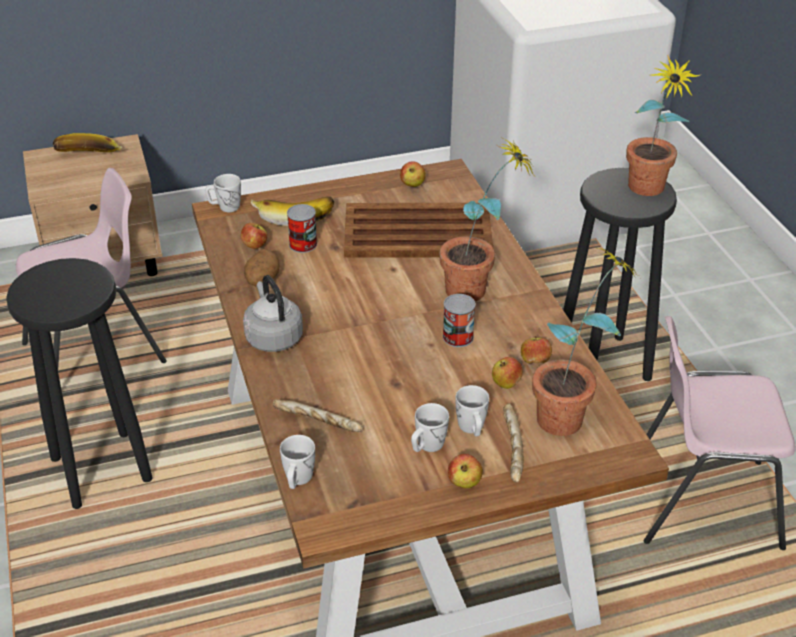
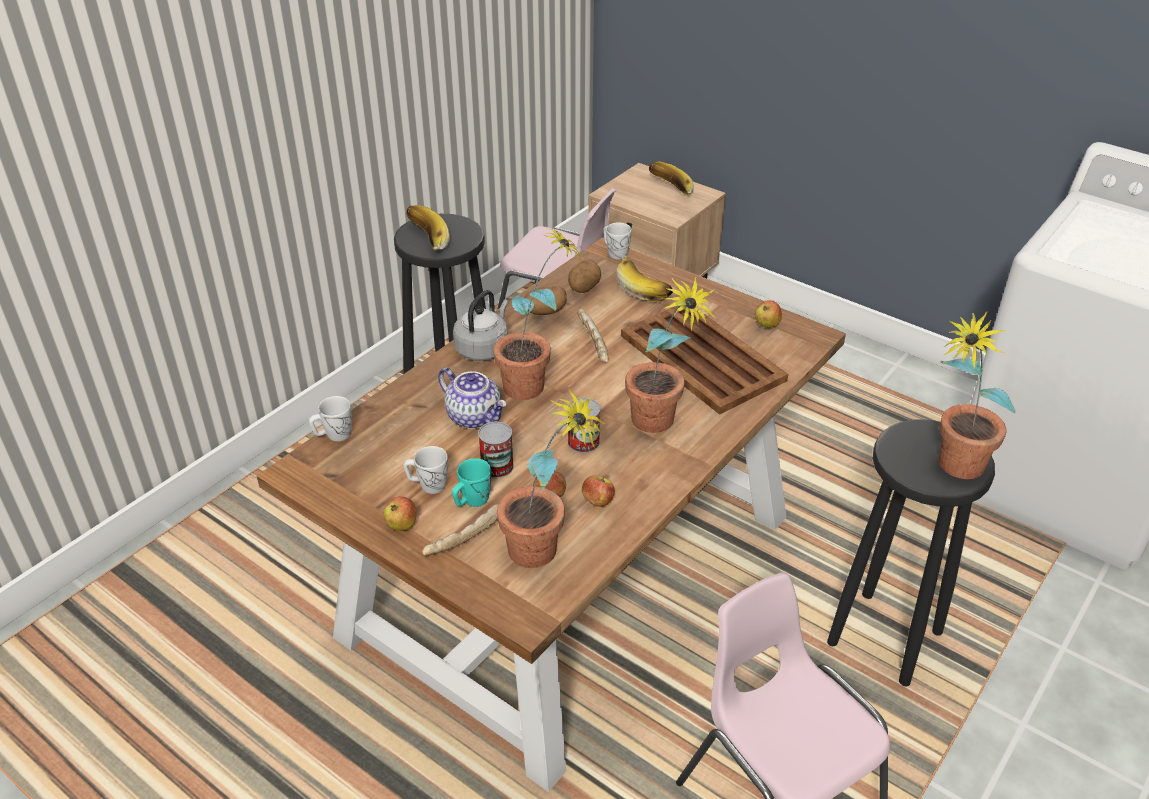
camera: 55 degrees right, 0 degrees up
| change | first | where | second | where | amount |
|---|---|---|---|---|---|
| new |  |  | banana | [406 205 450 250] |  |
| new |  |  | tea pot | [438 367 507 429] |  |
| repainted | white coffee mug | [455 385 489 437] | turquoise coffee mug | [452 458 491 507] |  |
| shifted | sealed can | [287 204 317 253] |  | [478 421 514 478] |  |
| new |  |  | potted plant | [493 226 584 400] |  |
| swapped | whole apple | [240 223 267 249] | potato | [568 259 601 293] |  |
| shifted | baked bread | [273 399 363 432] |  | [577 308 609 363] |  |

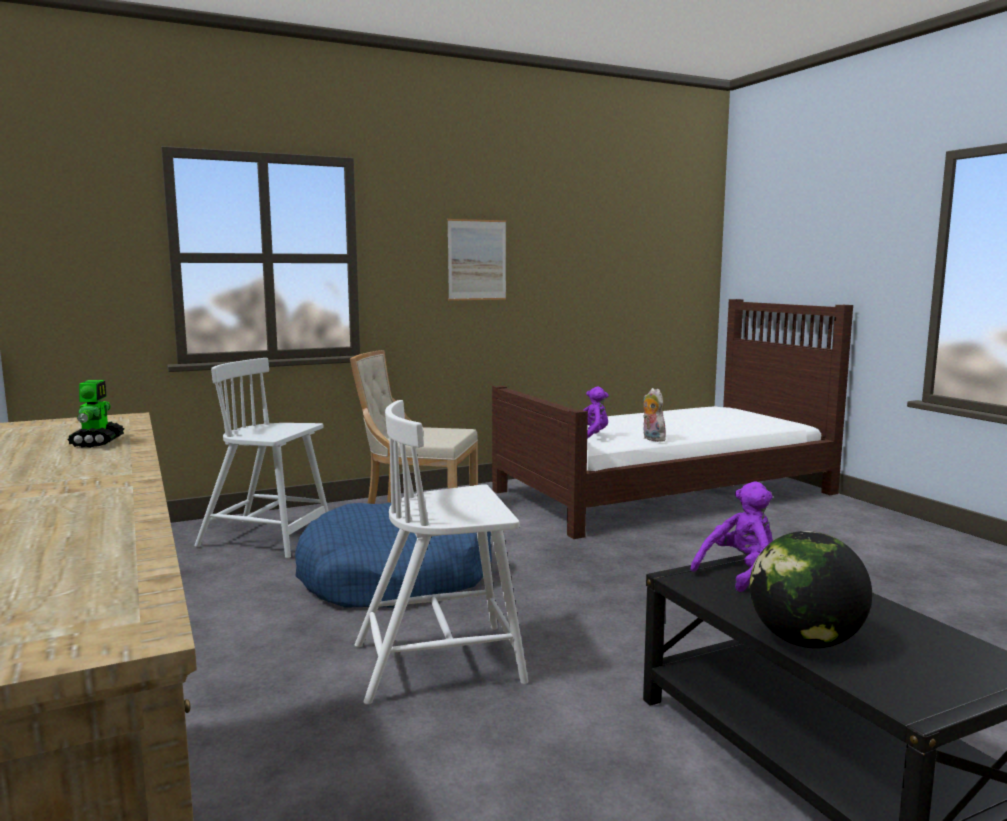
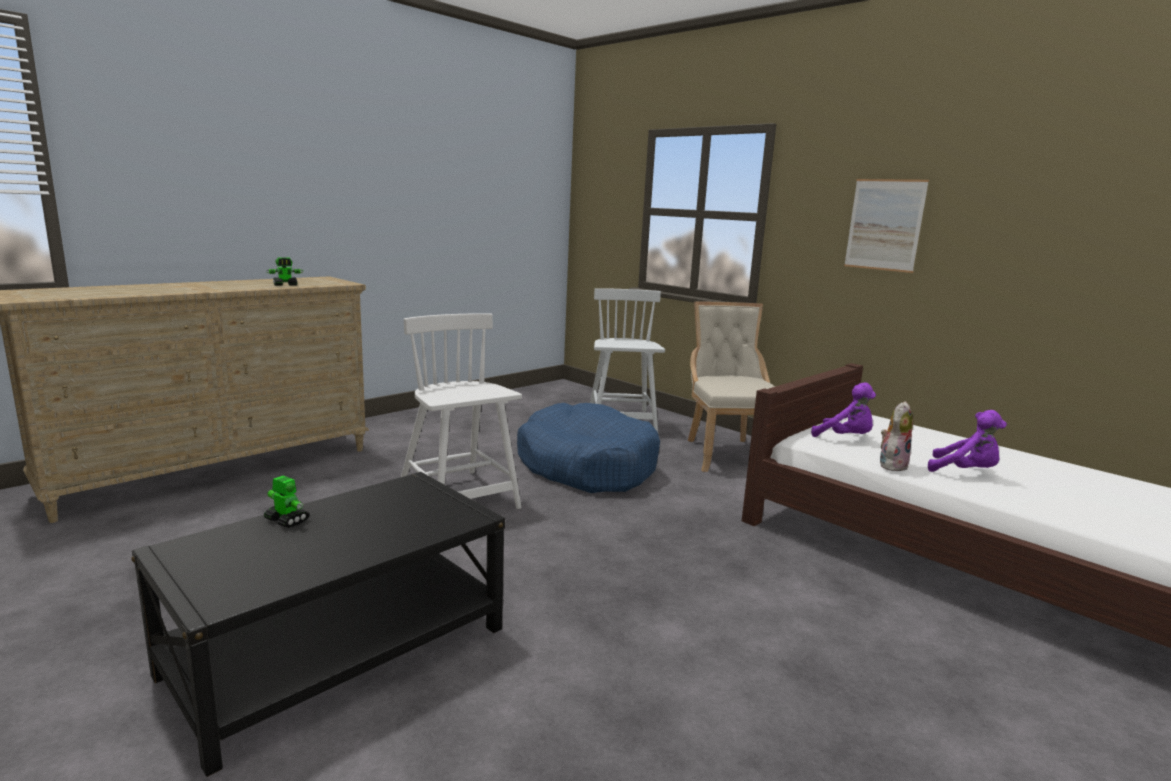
camera: 70 degrees right, 5 degrees up
| change | first | where | second | where | amount |
|---|---|---|---|---|---|
| swapped | globe | [750 531 872 648] | robot figure | [263 476 310 528] |  |
| shifted | purple cuddly toy | [690 481 773 592] |  | [928 410 1007 472] |  |

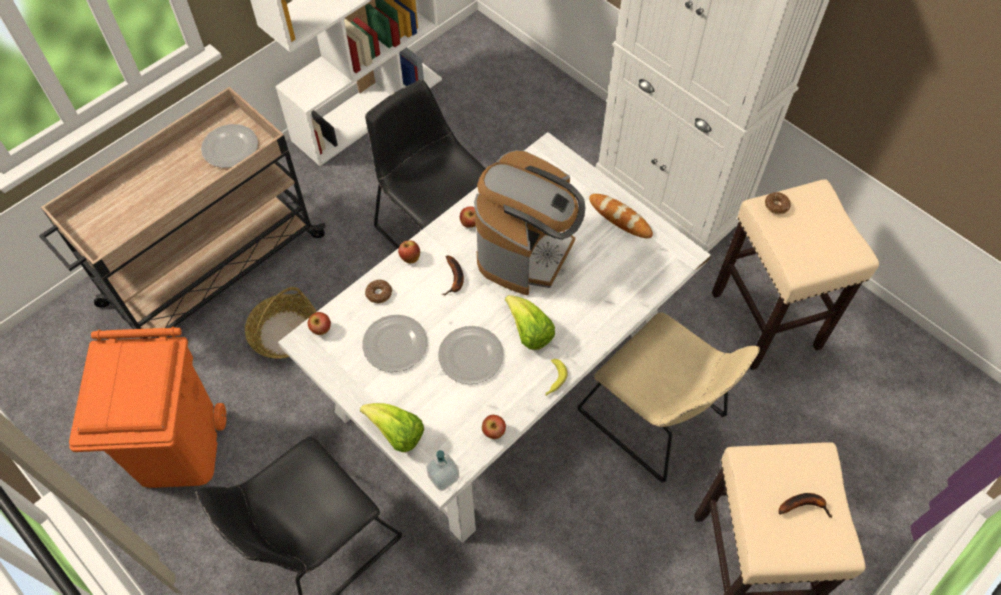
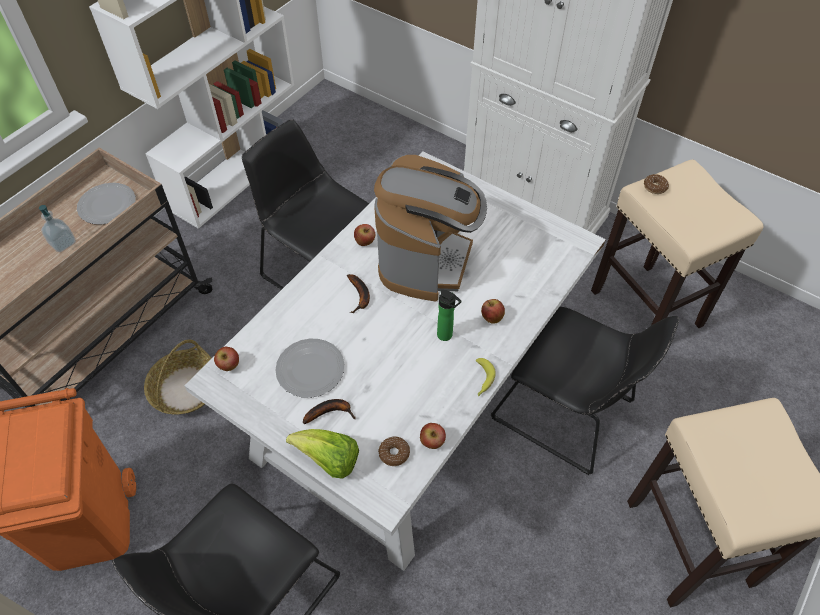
camera: 10 degrees left, 5 degrees down
| change | first | where | second | where | amount |
|---|---|---|---|---|---|
| shifted | soap dispenser | [426 450 459 491] |  | [39 205 76 252] |  |
| shifted | banana | [779 493 833 518] |  | [303 399 356 424] |  |
| shifted | ring doughnut | [365 280 392 304] |  | [378 437 410 466] |  |
| swapped | lettuce | [505 295 555 350] | bottle | [437 290 462 341] |  |
| shifted | whole apple | [398 241 420 263] |  | [481 299 505 324] |  |
| repainted | beige-coloured upright chair | [577 312 760 483] | black-coloured upright chair | [491 307 679 475] |  |
| gone | dinner plate | [438 326 504 384] |  |  |  |
| gone | baked bread | [589 194 653 238] |  |  |  |

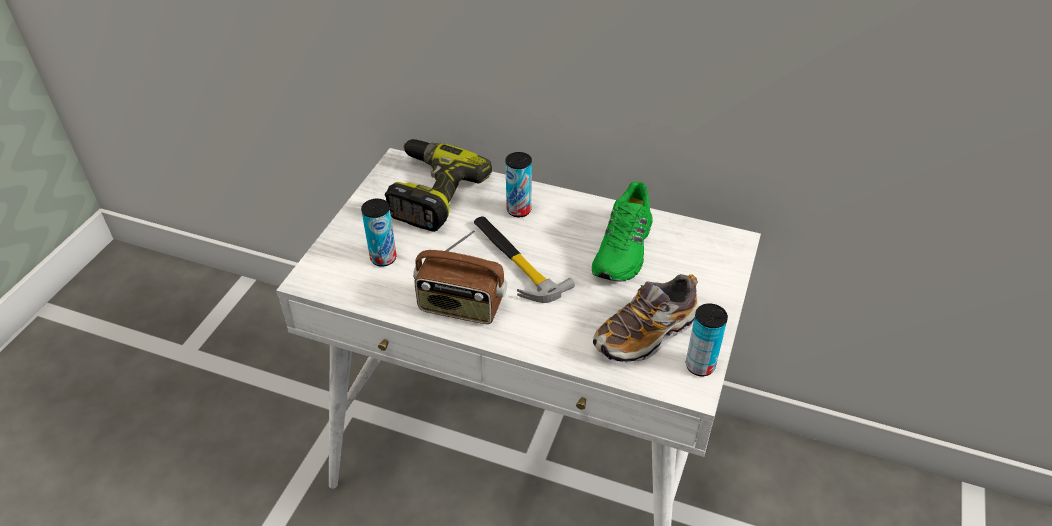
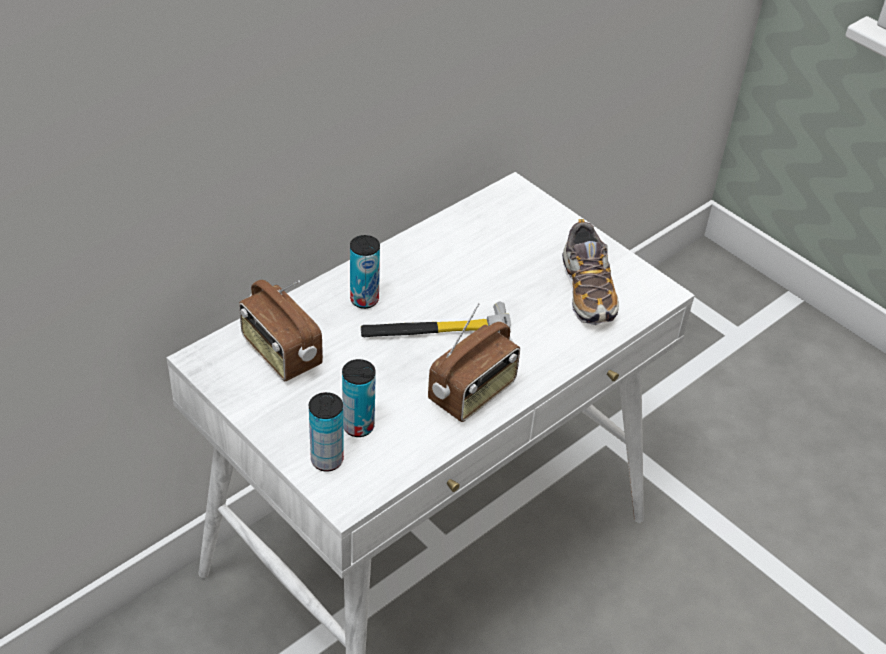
camera: 65 degrees left, 0 degrees up
| change | first | where | second | where | amount |
|---|---|---|---|---|---|
| swapped | electric drill | [385 139 492 232] | radio receiver | [239 280 323 381] |  |
| shifted | sealed can | [686 303 728 376] |  | [309 392 344 472] |  |
| gone | green-coloured low shoe | [592 182 653 282] |  |  |  |

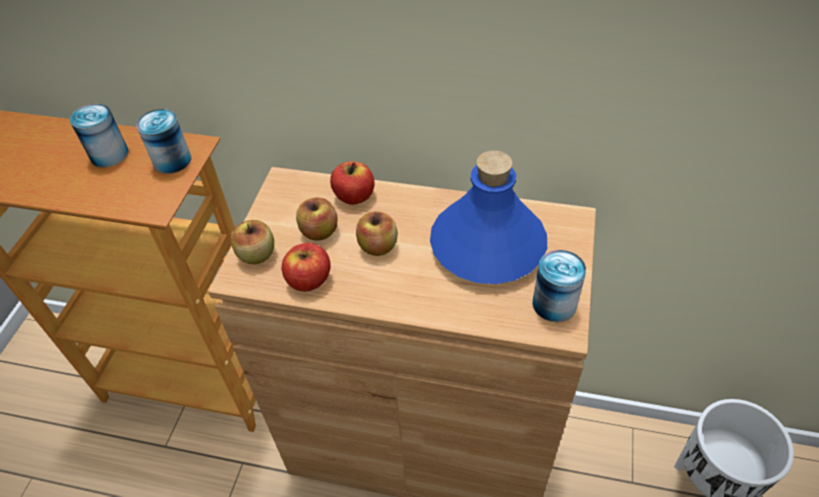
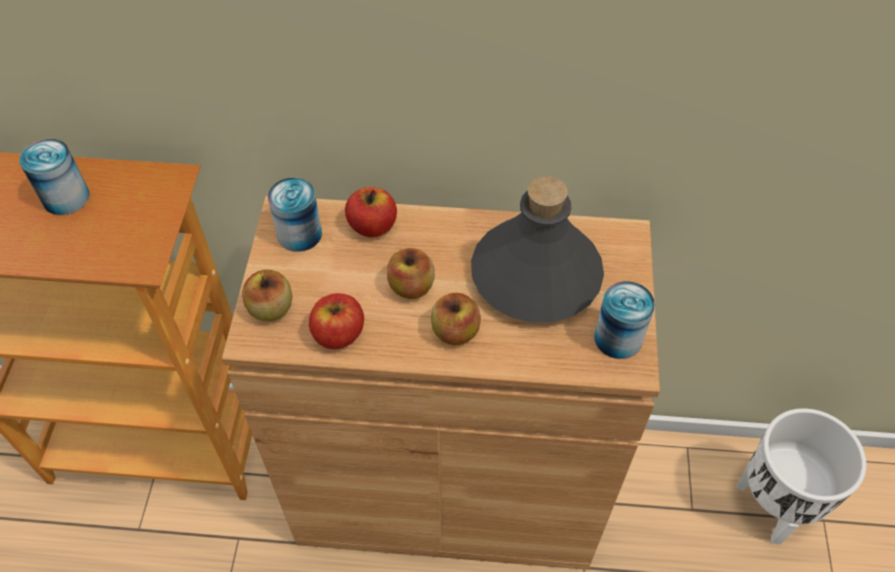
camera: 10 degrees left, 5 degrees up
| change | first | where | second | where | amount |
|---|---|---|---|---|---|
| shifted | sealed can | [136 109 191 174] |  | [268 178 322 252] |  |
| shifted | whole apple | [296 197 338 241] |  | [431 292 481 345] |  |
| repainted | bluish bottle | [430 150 547 284] | grey bottle | [471 176 604 323] |  |

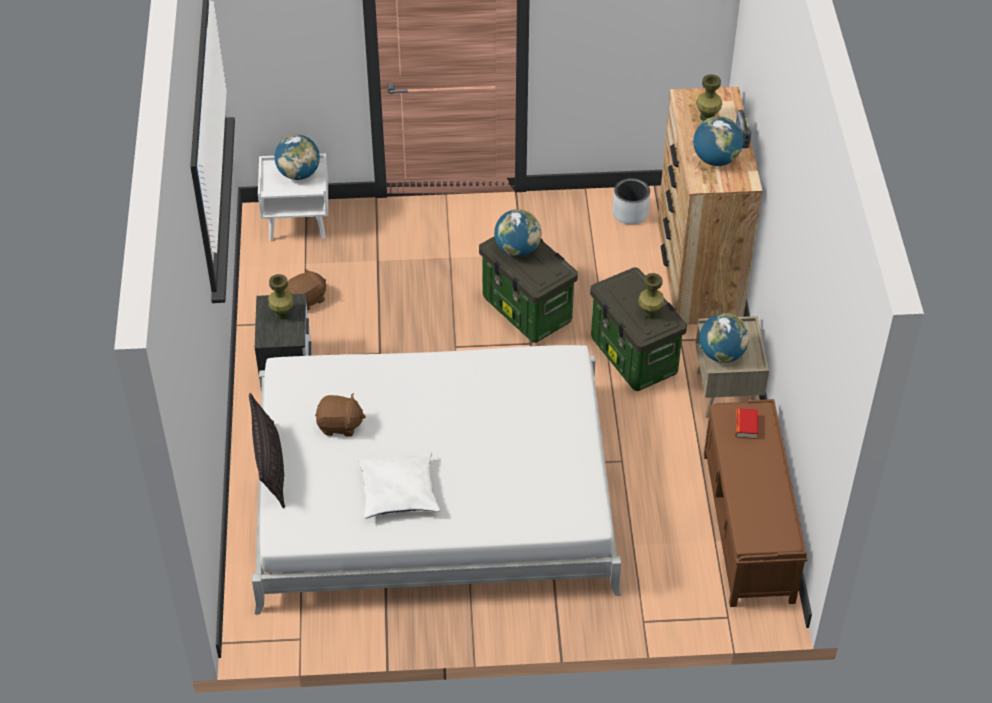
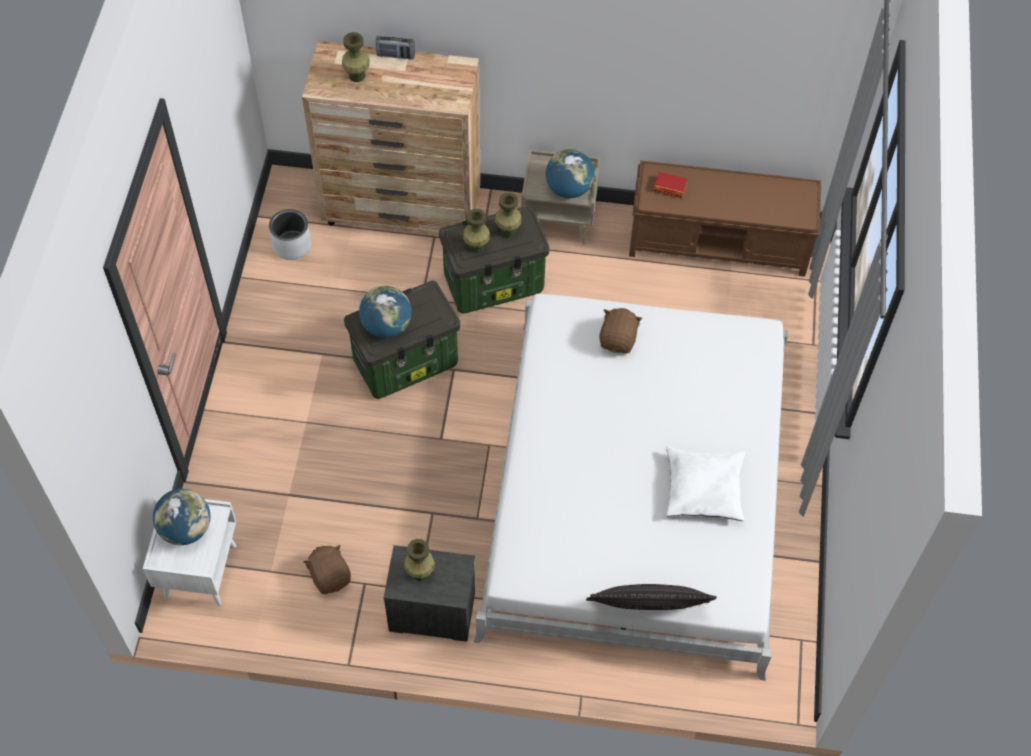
camera: 80 degrees left, 10 degrees up
| change | first | where | second | where | amount |
|---|---|---|---|---|---|
| new |  |  | green-coloured vase | [463 209 490 253] |  |
| shifted | brownish cuddly toy | [315 393 366 436] |  | [599 308 642 353] |  |
| gone | globe | [693 116 743 166] |  |  |  |

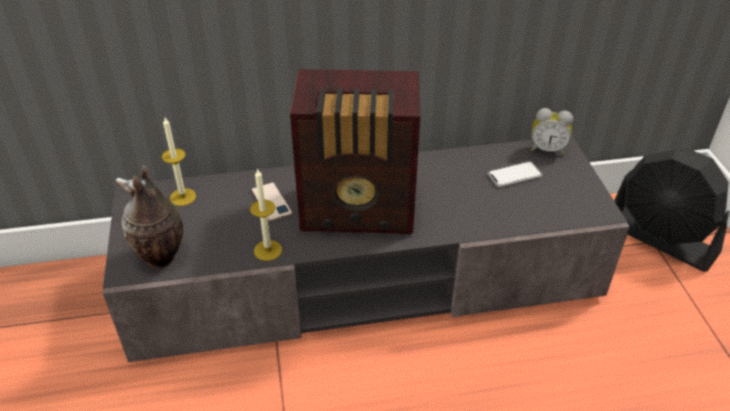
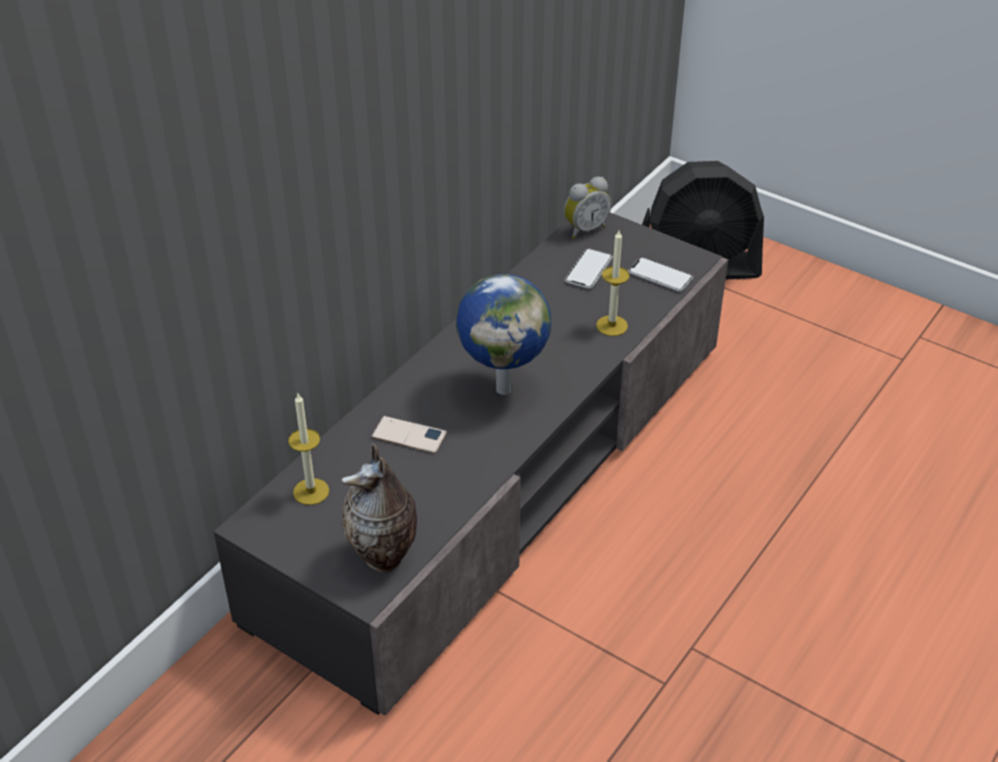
camera: 45 degrees left, 0 degrees up
| change | first | where | second | where | amount |
|---|---|---|---|---|---|
| swapped | radio receiver | [290 69 420 234] | globe | [456 274 551 395] |  |
| shifted | wax candle | [250 168 282 261] |  | [596 230 630 336] |  |
| new |  |  | handset | [628 257 693 292] |  |

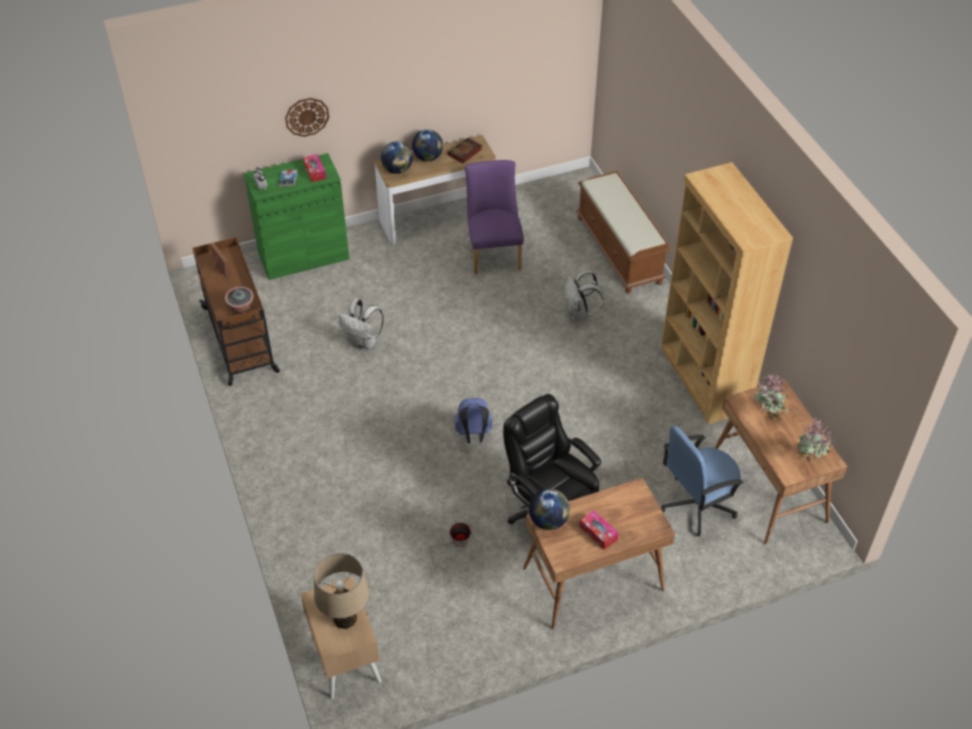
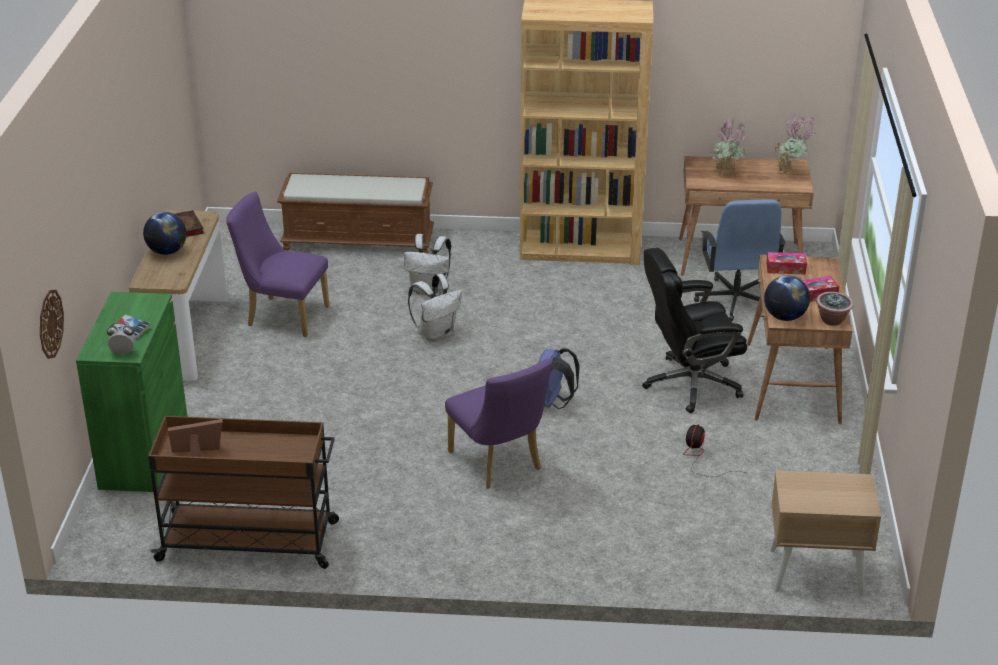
camera: 65 degrees left, 15 degrees down
| change | first | where | second | where | amount |
|---|---|---|---|---|---|
| shifted | clock on the wall | [285 98 329 137] |  | [40 290 64 359] |  |
| shifted | white knapsack | [339 299 384 351] |  | [408 274 462 342] |  |
| new |  |  | purple upright chair | [445 358 553 489] |  |
| shifted | box of tissues | [303 154 326 182] |  | [766 252 807 275] |  |
| shifted | potted plant | [225 287 254 314] |  | [816 292 854 326] |  |
| gone | beige-coloured tabletop lamp | [314 553 369 629] |  |  |  |
| gone | globe | [381 141 413 174] |  |  |  |

